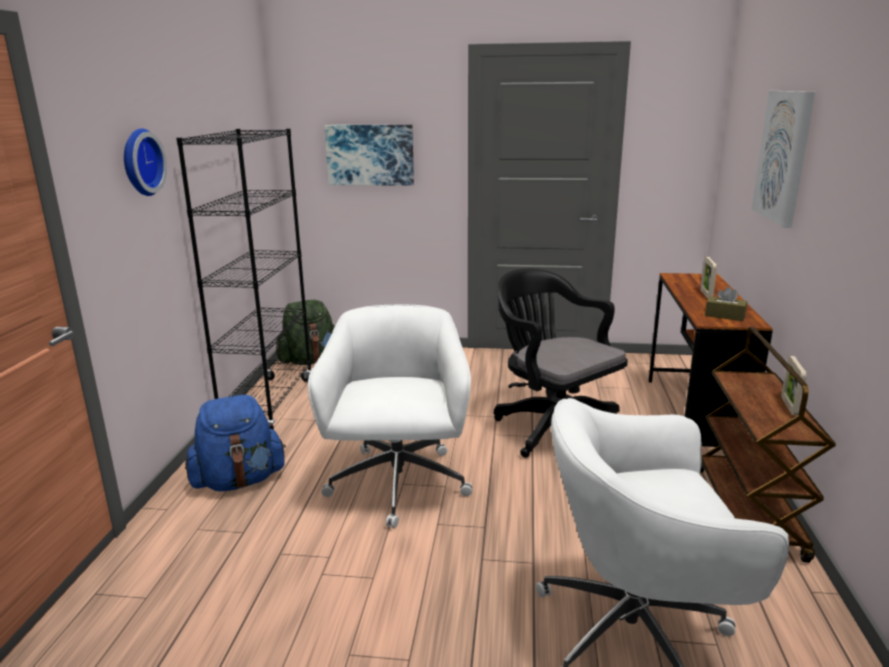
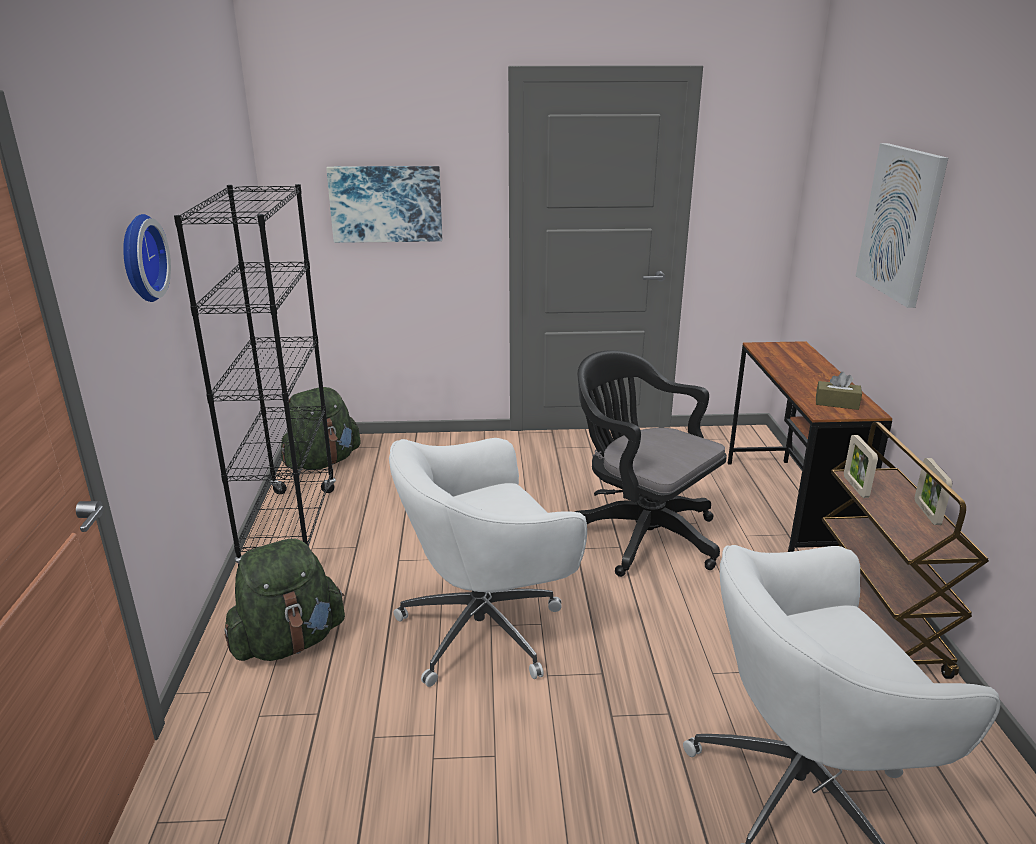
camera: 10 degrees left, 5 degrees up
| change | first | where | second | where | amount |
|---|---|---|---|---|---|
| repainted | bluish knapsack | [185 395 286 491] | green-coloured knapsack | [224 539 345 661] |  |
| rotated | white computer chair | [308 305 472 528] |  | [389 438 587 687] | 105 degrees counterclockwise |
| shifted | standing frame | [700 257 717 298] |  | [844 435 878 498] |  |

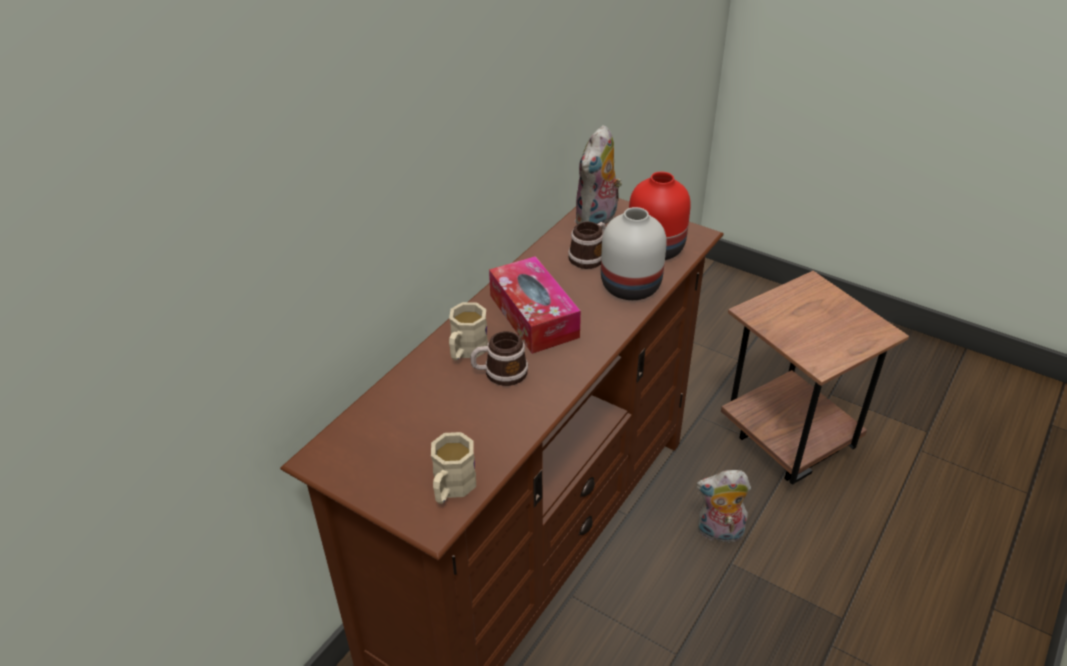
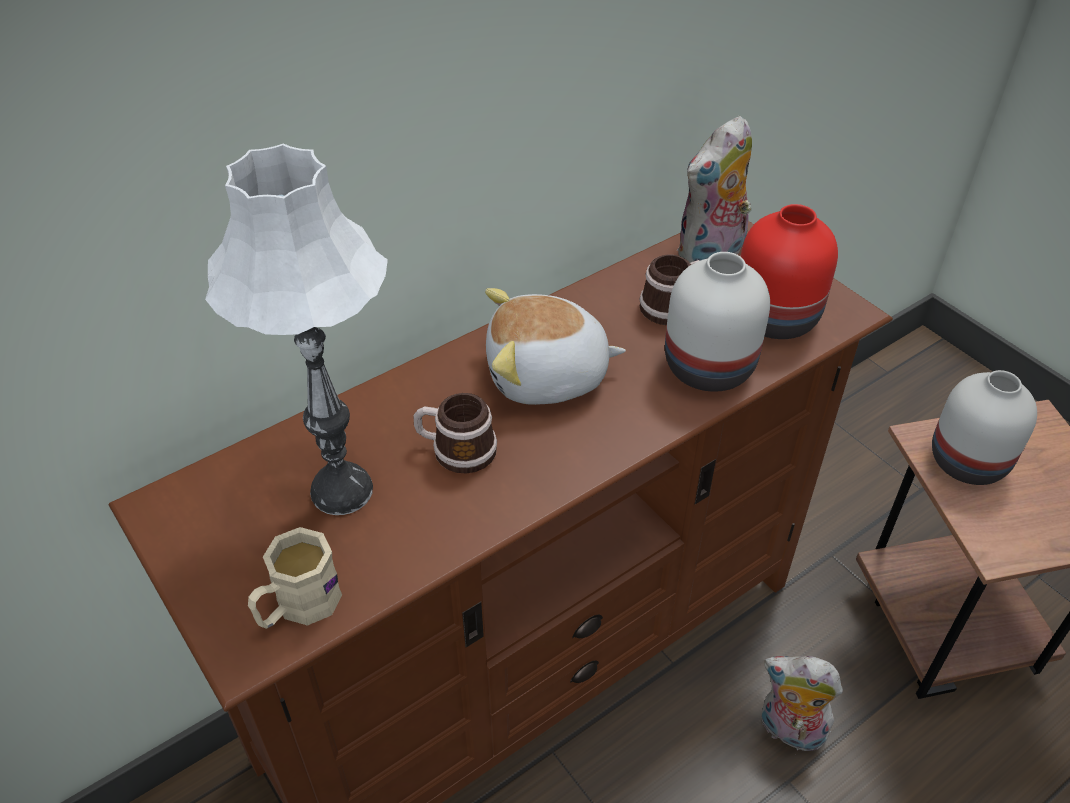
camera: 20 degrees right, 5 degrees up
| change | first | where | second | where | amount |
|---|---|---|---|---|---|
| new |  |  | white tabletop lamp | [205 143 388 515] |  |
| swapped | box of tissues | [489 256 581 354] | cuddly toy | [485 288 626 405] |  |
| new |  |  | white vase | [932 370 1037 485] |  |
| gone | beige-coloured coffee mug | [449 302 488 360] |  |  |  |

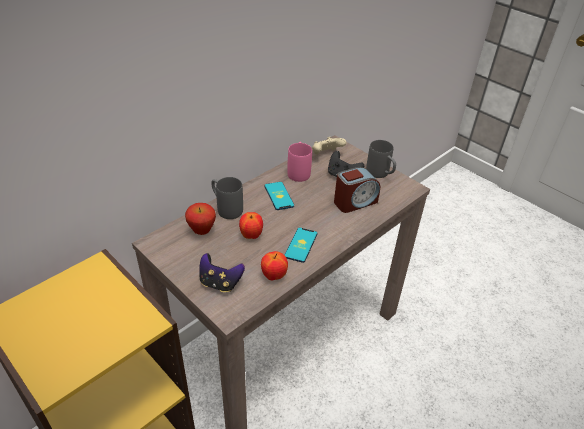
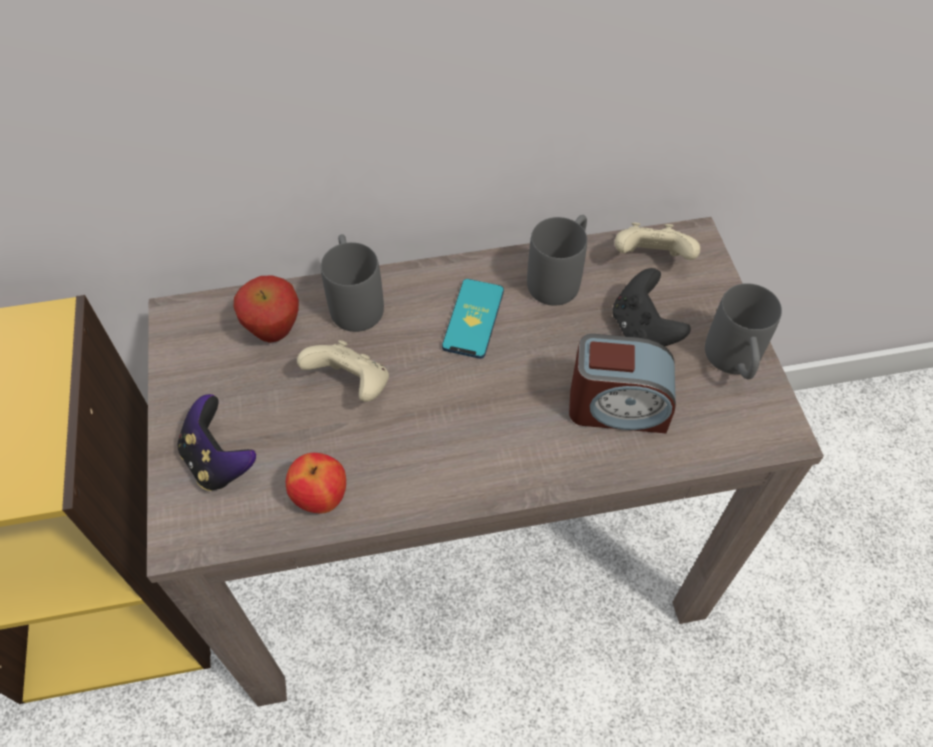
camera: 35 degrees right, 15 degrees up
| change | first | where | second | where | amount |
|---|---|---|---|---|---|
| swapped | whole apple | [239 212 263 239] | beige-coloured gamepad | [297 340 389 402] |  |
| repainted | pink coffee mug | [287 142 312 182] | grey coffee mug | [527 215 587 306] |  |
| gone | handset | [285 228 318 263] |  |  |  |

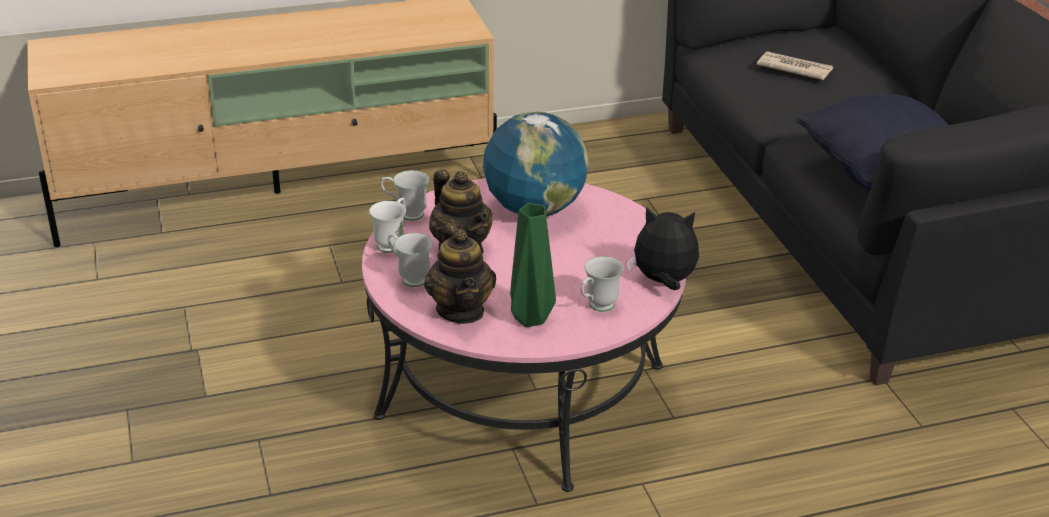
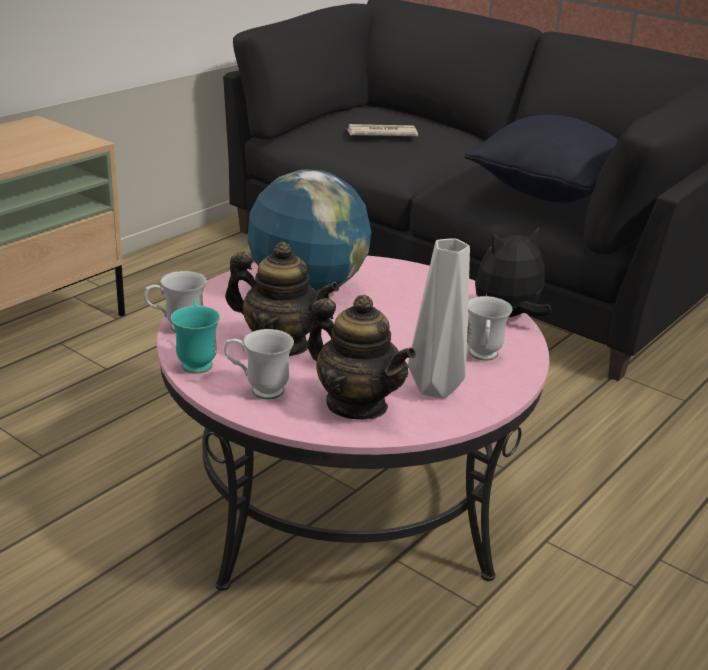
camera: 35 degrees left, 5 degrees down
| change | first | where | second | where | amount |
|---|---|---|---|---|---|
| repainted | white coffee mug | [369 198 406 253] | turquoise coffee mug | [171 300 220 373] |  |
| repainted | green-coloured vase | [510 203 556 327] | grey vase | [408 238 470 399] |  |

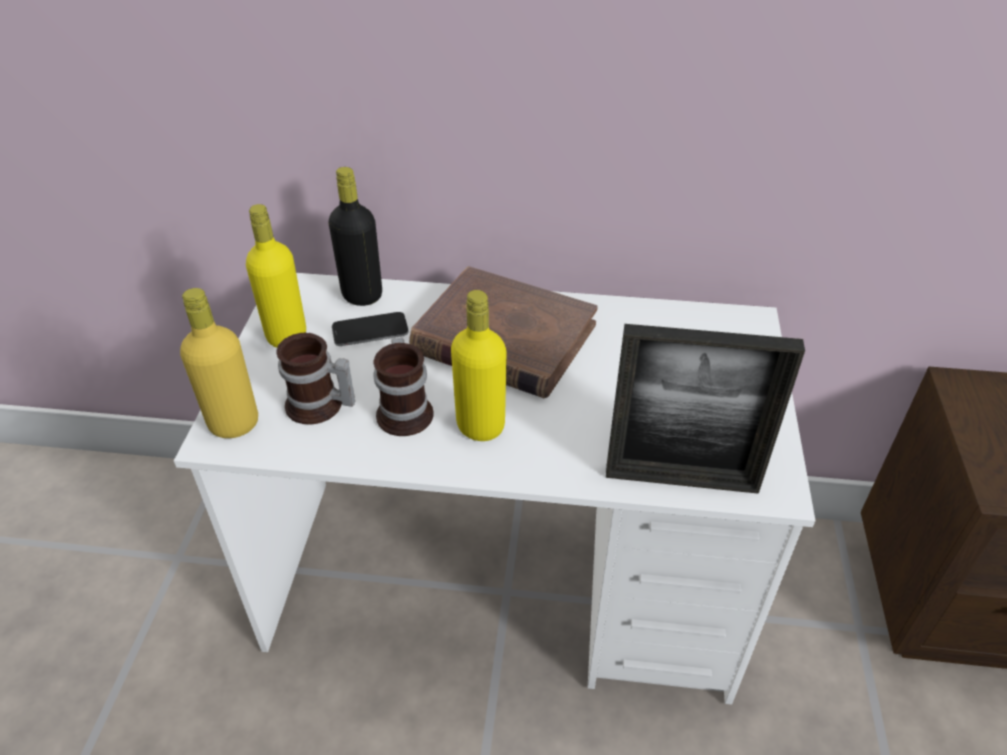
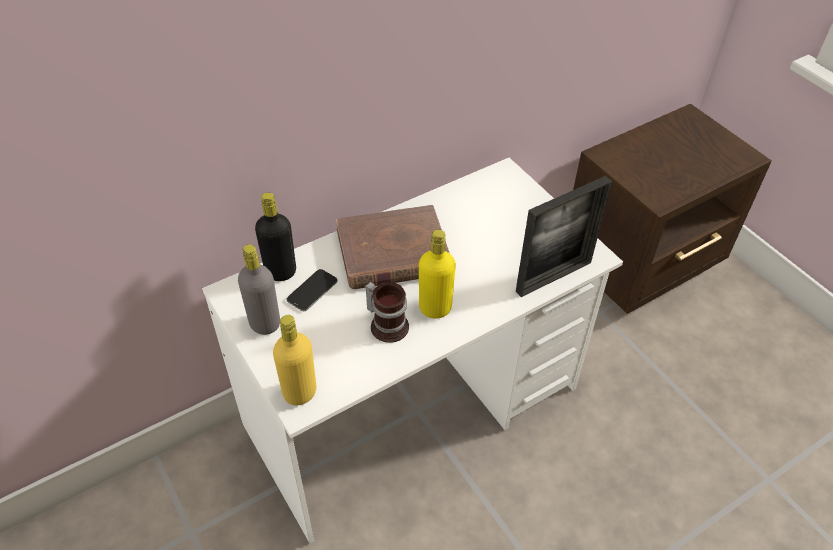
camera: 40 degrees left, 5 degrees up
| change | first | where | second | where | amount |
|---|---|---|---|---|---|
| repainted | yellowish bottle | [246 204 306 348] | grey bottle | [238 244 280 335] |  |
| gone | coffee mug | [276 333 355 424] |  |  |  |

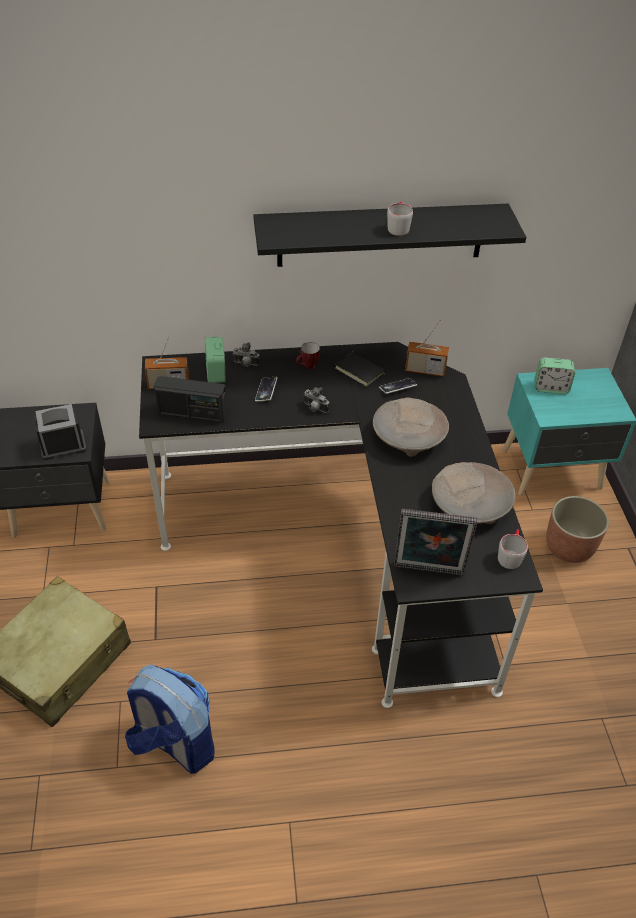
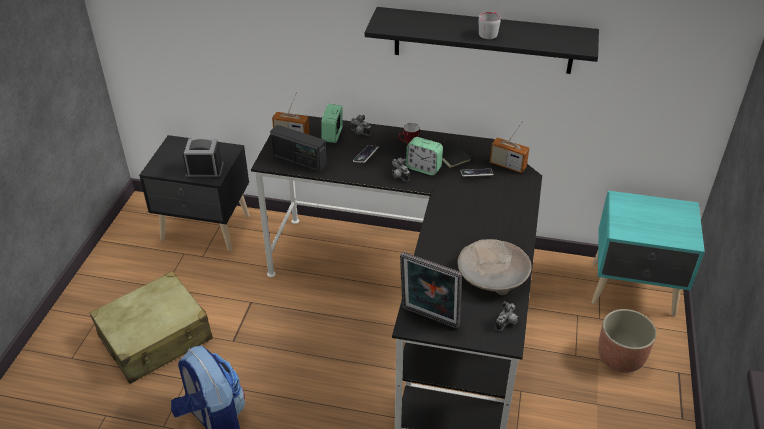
camera: 20 degrees right, 5 degrees down
| change | first | where | second | where | amount |
|---|---|---|---|---|---|
| shifted | alarm clock | [535 357 575 394] |  | [406 137 443 175] |  |
| swapped | grey coffee mug | [498 529 528 569] | photo camera | [495 301 519 331] |  |
| gone | beige-coloured serving bowl | [373 397 449 457] |  |  |  |

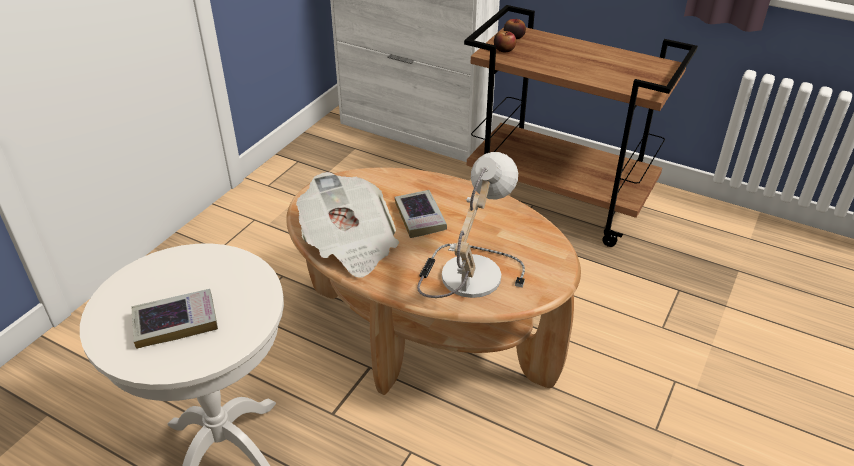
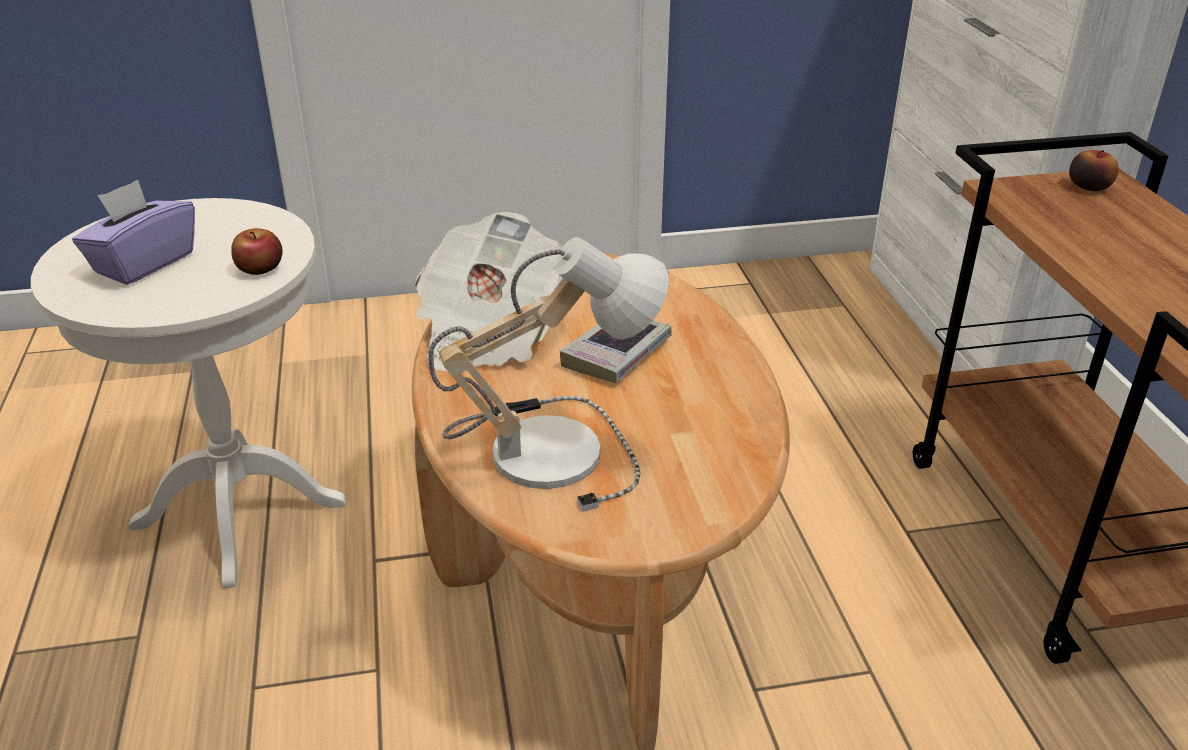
camera: 50 degrees right, 5 degrees down
| change | first | where | second | where | amount |
|---|---|---|---|---|---|
| swapped | volume | [131 289 218 349] | purple box of tissues | [72 180 195 285] |  |
| shifted | whole apple | [494 31 516 52] |  | [231 228 283 275] |  |

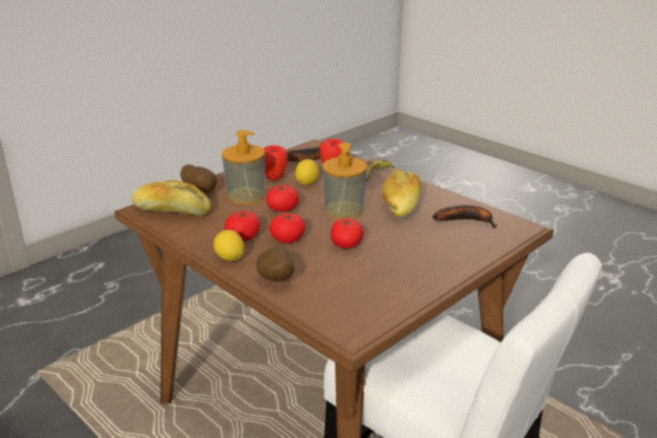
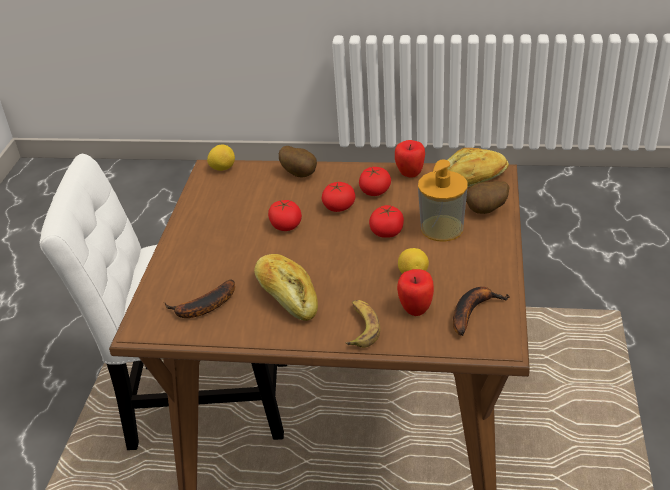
camera: 145 degrees right, 10 degrees up
| change | first | where | second | where | amount |
|---|---|---|---|---|---|
| shifted | citrus fruit | [213 230 244 261] |  | [207 145 235 171] |  |
| shifted | whole apple | [263 145 288 181] |  | [395 140 425 178] |  |
| gone | soap dispenser | [322 143 367 219] |  |  |  |

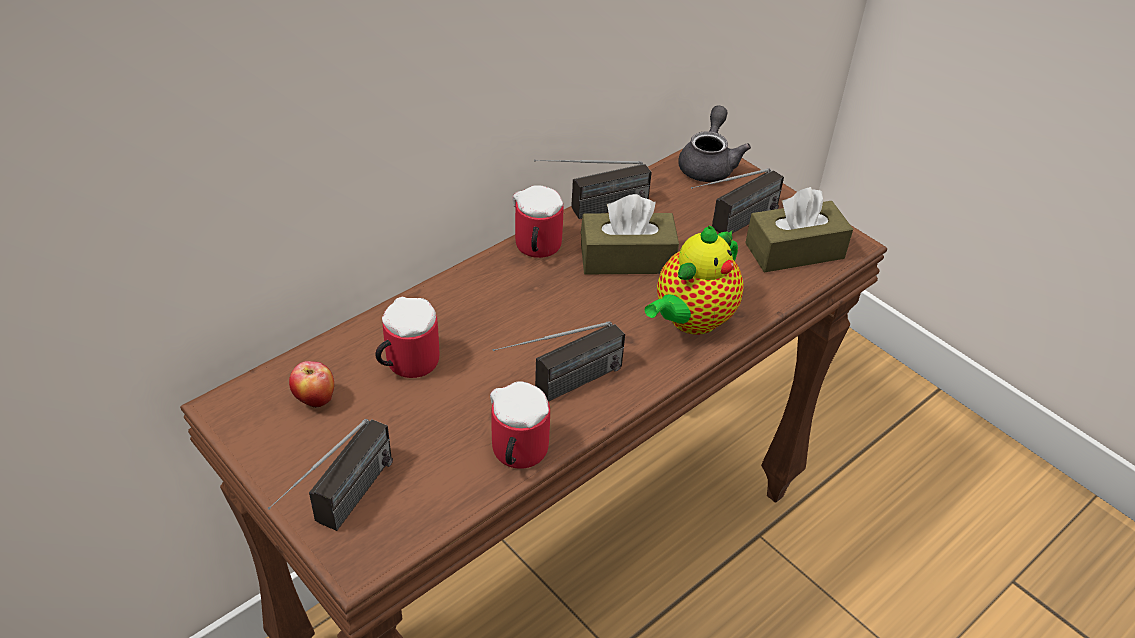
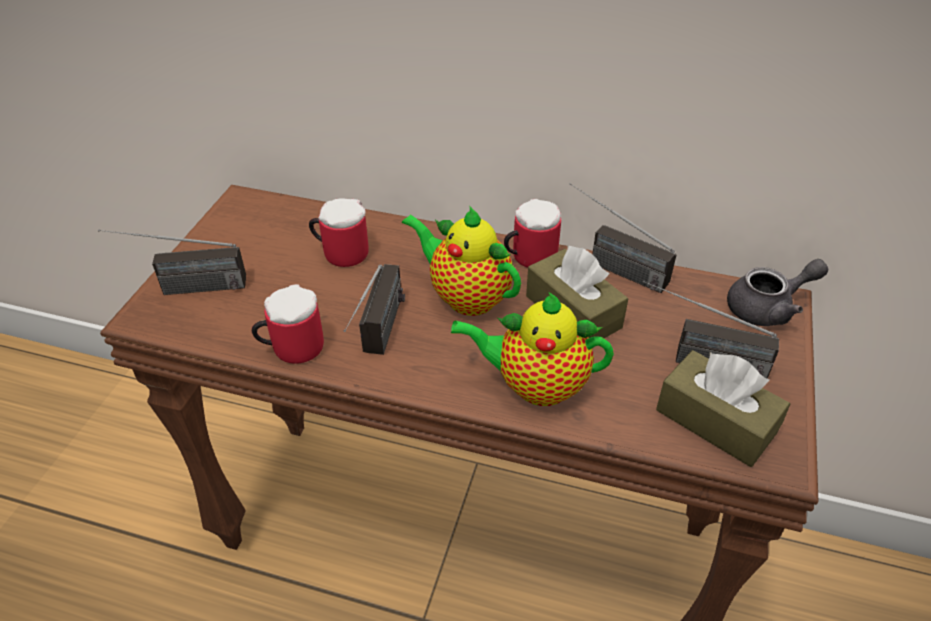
camera: 60 degrees right, 0 degrees up
| change | first | where | second | where | amount |
|---|---|---|---|---|---|
| rotated | radio receiver | [493 321 625 402] |  | [344 264 405 355] | 105 degrees counterclockwise |
| new |  |  | tea pot | [402 207 521 316] |  |
| gone | whole apple | [289 361 334 408] |  |  |  |

